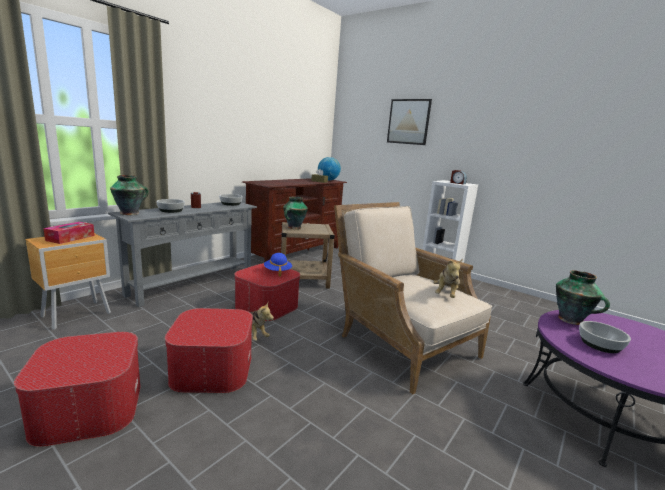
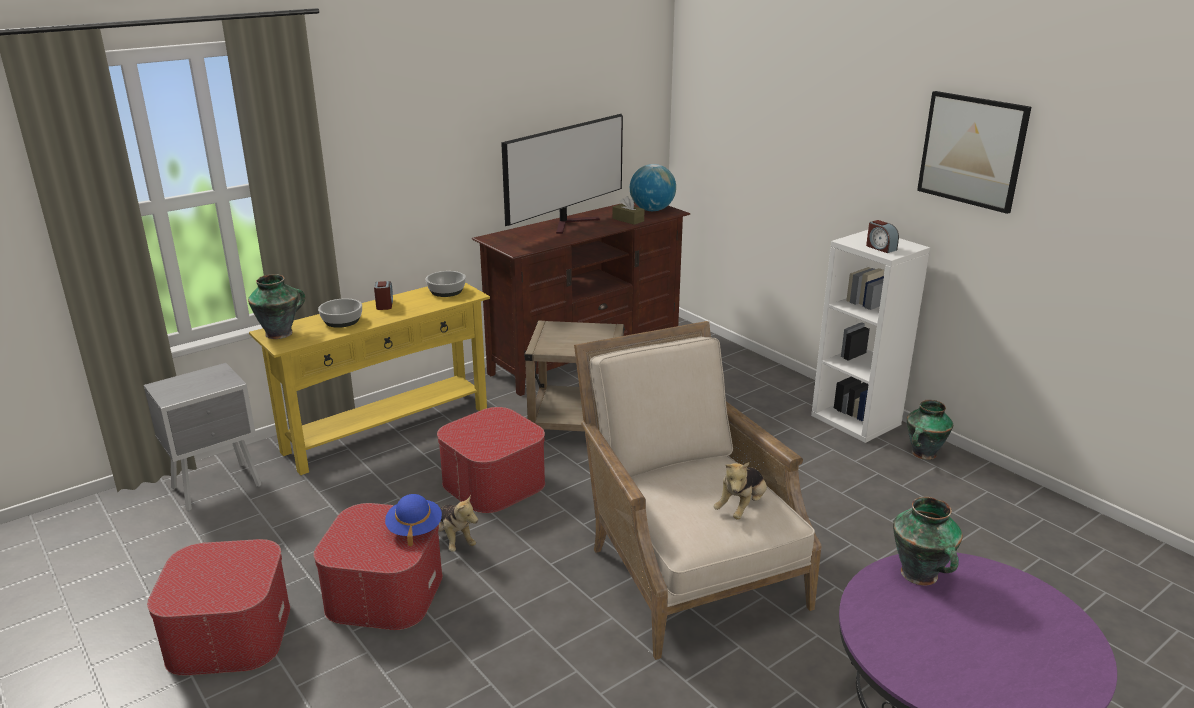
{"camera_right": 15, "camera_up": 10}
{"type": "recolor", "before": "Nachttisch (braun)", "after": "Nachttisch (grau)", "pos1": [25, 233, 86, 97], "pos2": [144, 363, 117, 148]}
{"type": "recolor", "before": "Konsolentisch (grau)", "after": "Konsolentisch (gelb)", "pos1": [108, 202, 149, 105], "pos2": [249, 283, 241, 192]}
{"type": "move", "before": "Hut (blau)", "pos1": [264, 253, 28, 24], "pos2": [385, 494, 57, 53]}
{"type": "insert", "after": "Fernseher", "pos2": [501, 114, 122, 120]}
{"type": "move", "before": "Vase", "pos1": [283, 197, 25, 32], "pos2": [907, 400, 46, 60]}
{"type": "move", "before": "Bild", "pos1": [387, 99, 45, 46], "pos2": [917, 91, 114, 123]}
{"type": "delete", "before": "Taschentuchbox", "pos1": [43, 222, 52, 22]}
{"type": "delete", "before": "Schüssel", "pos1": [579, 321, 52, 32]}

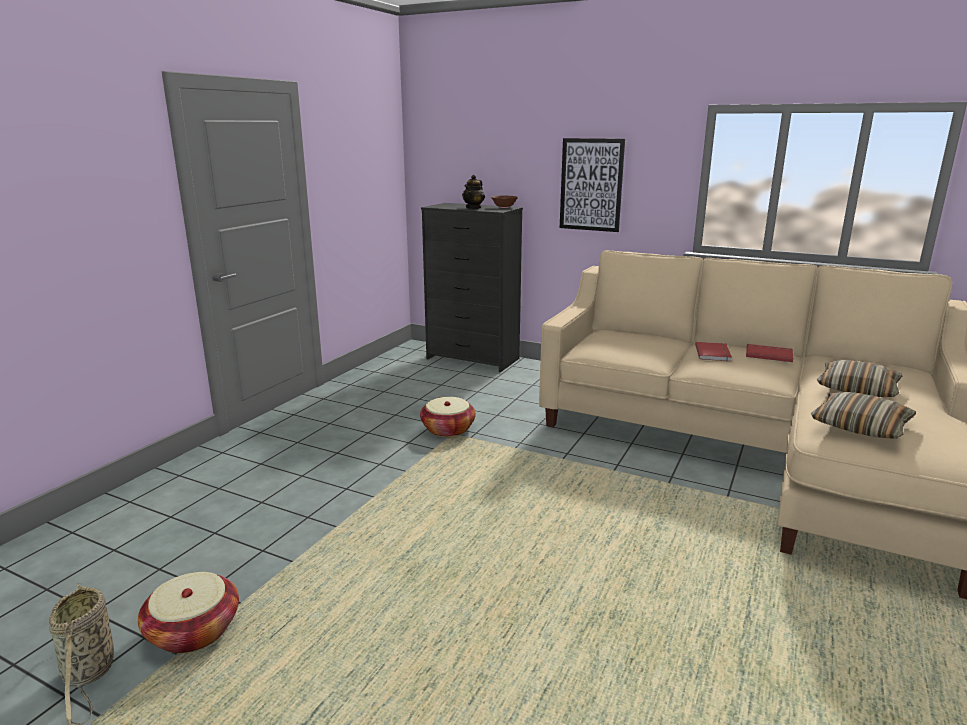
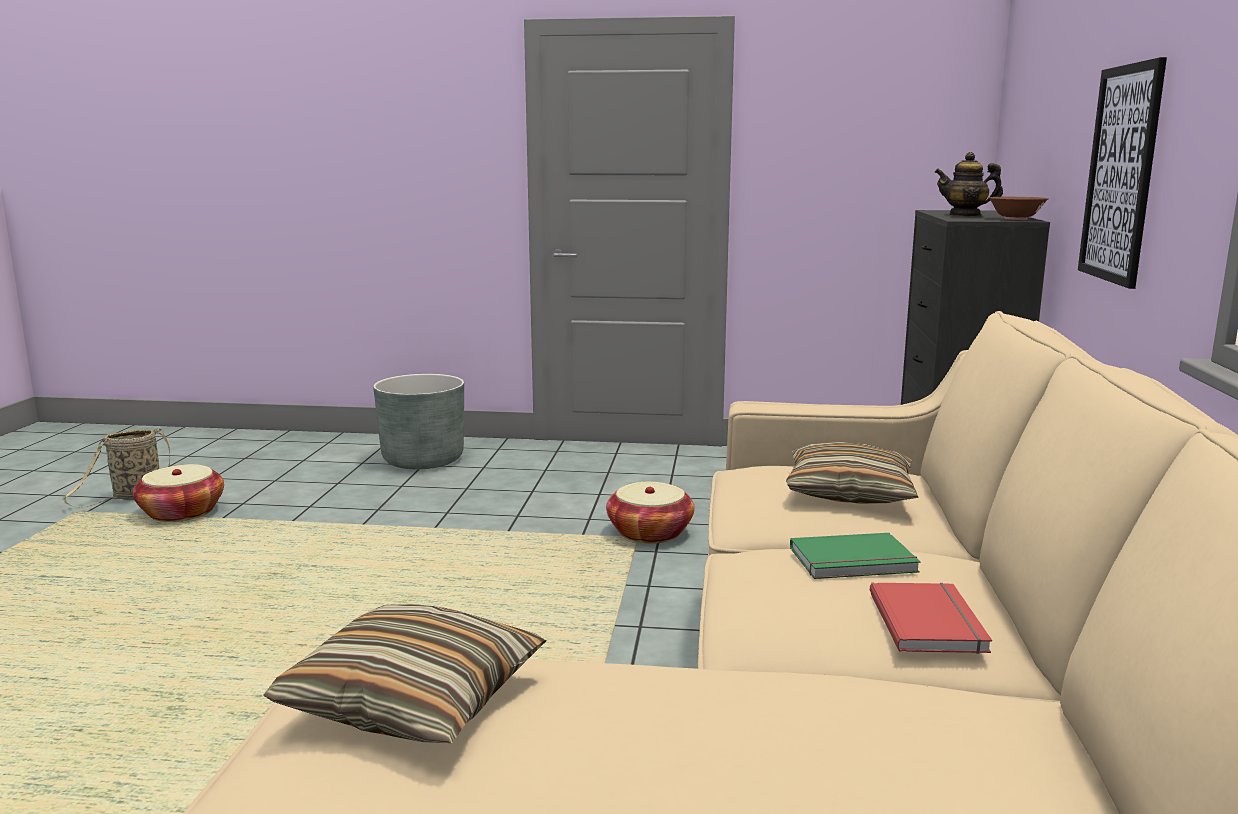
{"camera_right": 70, "camera_up": -5}
{"type": "insert", "after": "Pflanzkübel (grau)", "pos2": [373, 374, 91, 95]}
{"type": "move", "before": "Kissen", "pos1": [817, 360, 85, 37], "pos2": [786, 442, 133, 62]}
{"type": "recolor", "before": "Buch (rot)", "after": "Buch (grün)", "pos1": [695, 342, 37, 19], "pos2": [790, 533, 130, 46]}

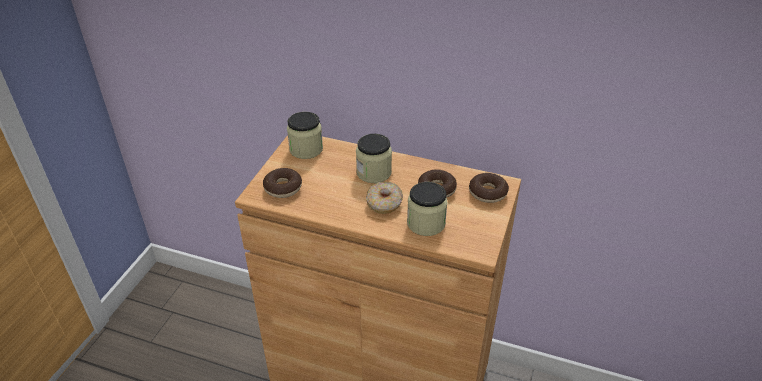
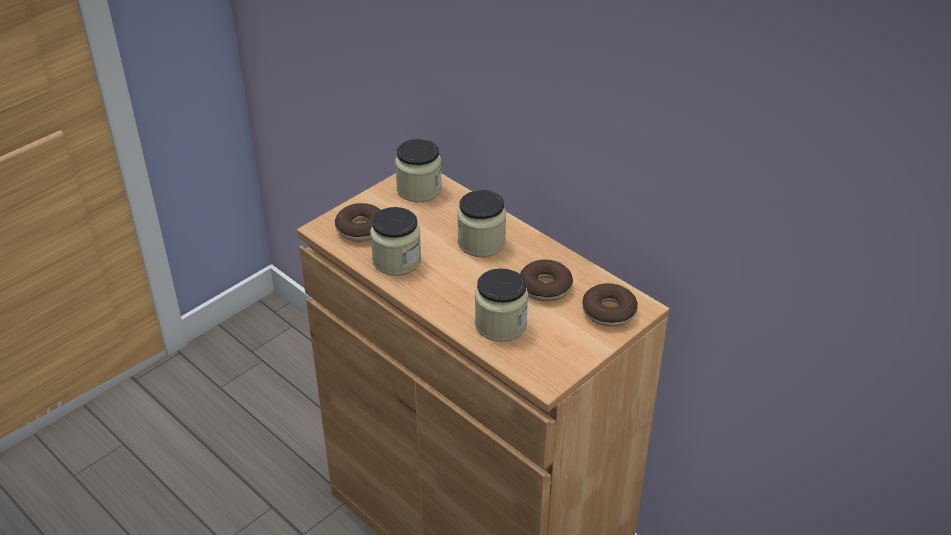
{"camera_right": 25, "camera_up": 0}
{"type": "insert", "after": "Vorratsglas", "pos2": [370, 207, 51, 69]}
{"type": "delete", "before": "Donut", "pos1": [366, 181, 37, 33]}

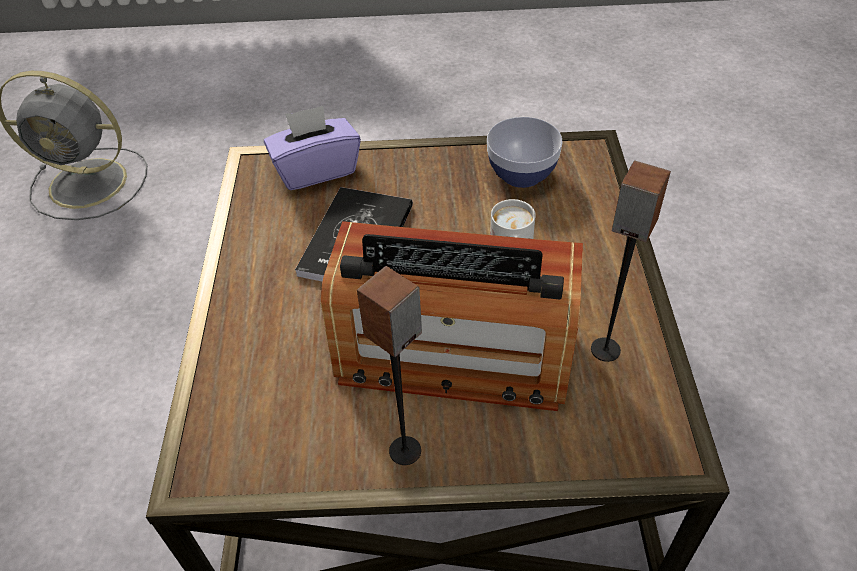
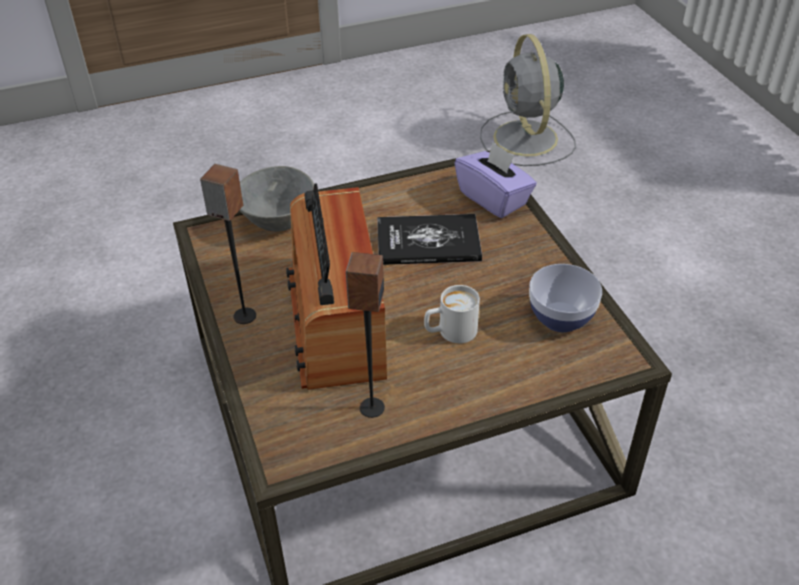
{"camera_right": 70, "camera_up": -5}
{"type": "insert", "after": "Schüssel (grau)", "pos2": [239, 166, 75, 66]}

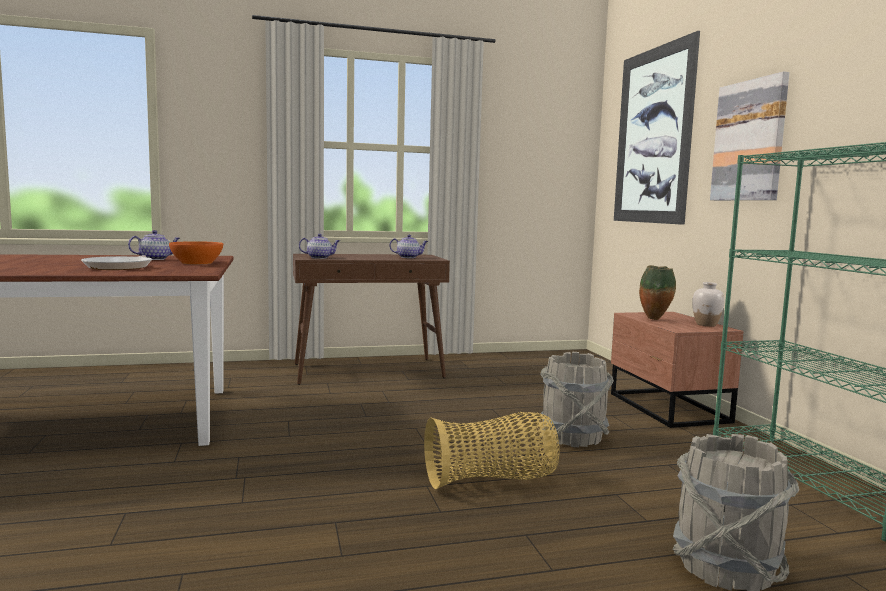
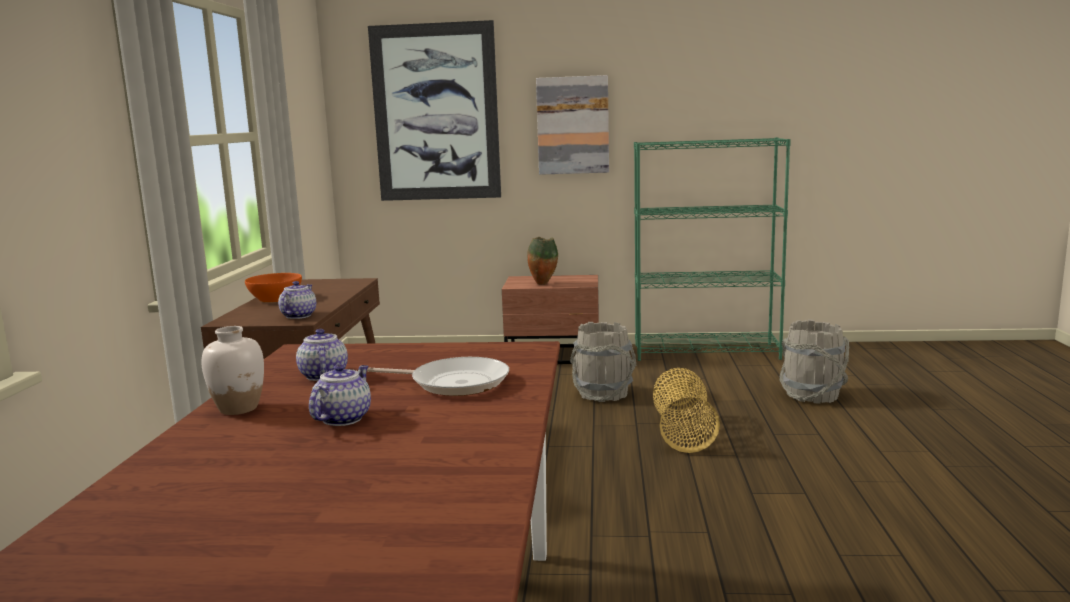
{"camera_right": -70, "camera_up": 5}
{"type": "move", "before": "Vase (weiß)", "pos1": [692, 282, 33, 45], "pos2": [201, 326, 63, 89]}
{"type": "move", "before": "Schüssel (orange)", "pos1": [169, 241, 54, 23], "pos2": [245, 273, 57, 30]}
{"type": "move", "before": "Teekanne", "pos1": [389, 235, 39, 23], "pos2": [309, 364, 62, 62]}

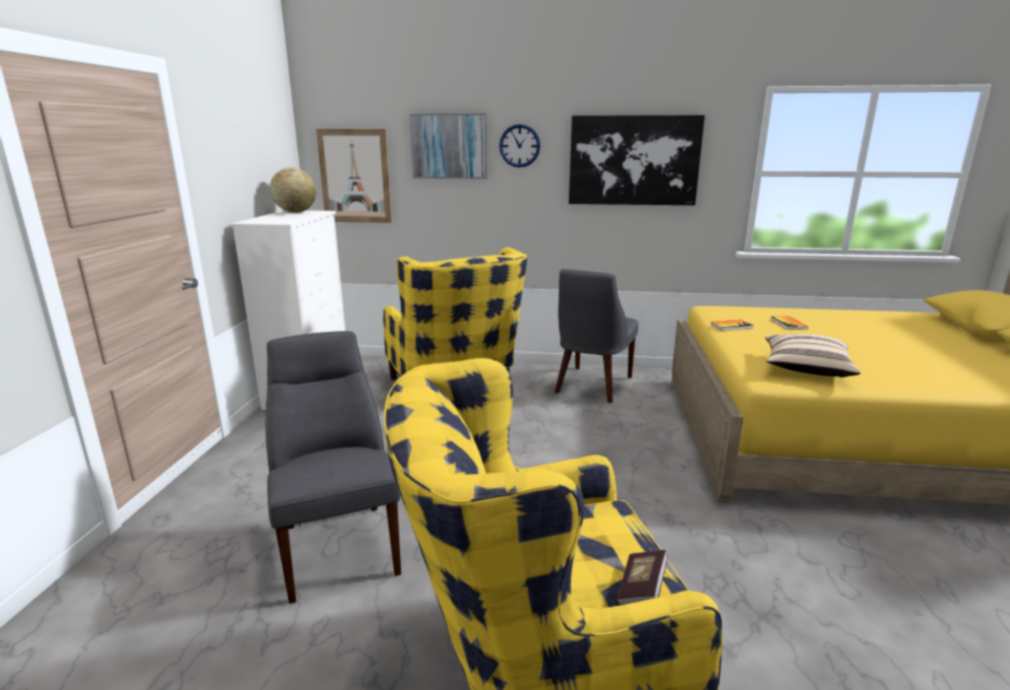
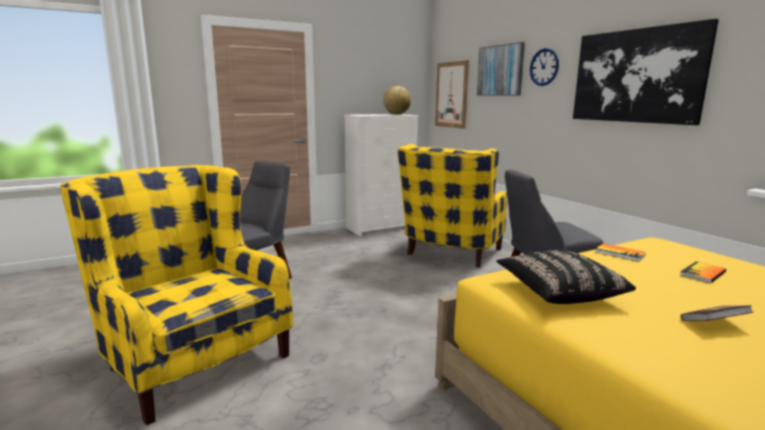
{"camera_right": 55, "camera_up": -5}
{"type": "recolor", "before": "Kissen (beige)", "after": "Kissen (schwarz)", "pos1": [765, 334, 96, 43], "pos2": [496, 250, 140, 54]}
{"type": "move", "before": "Buch", "pos1": [616, 550, 52, 56], "pos2": [681, 305, 72, 16]}

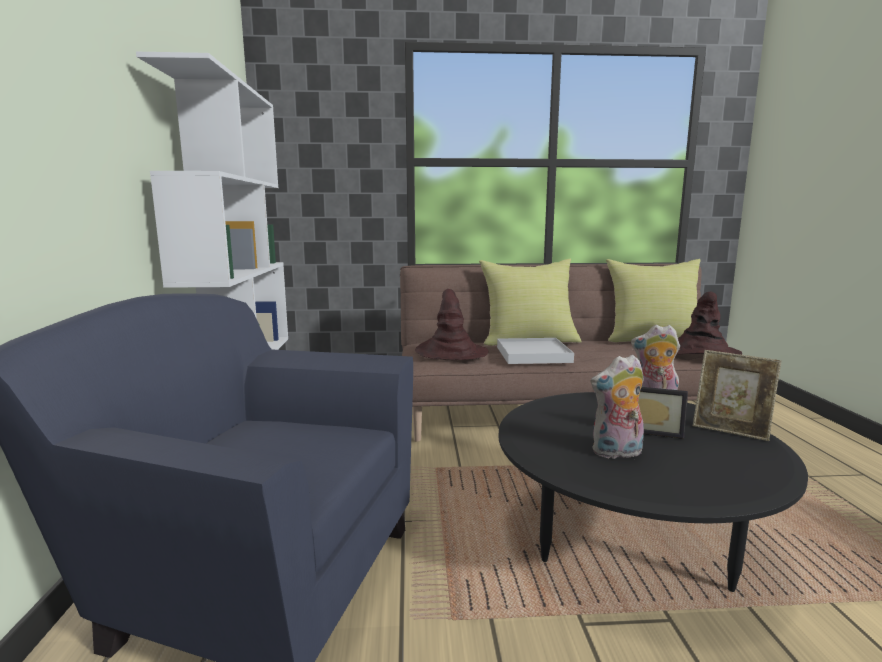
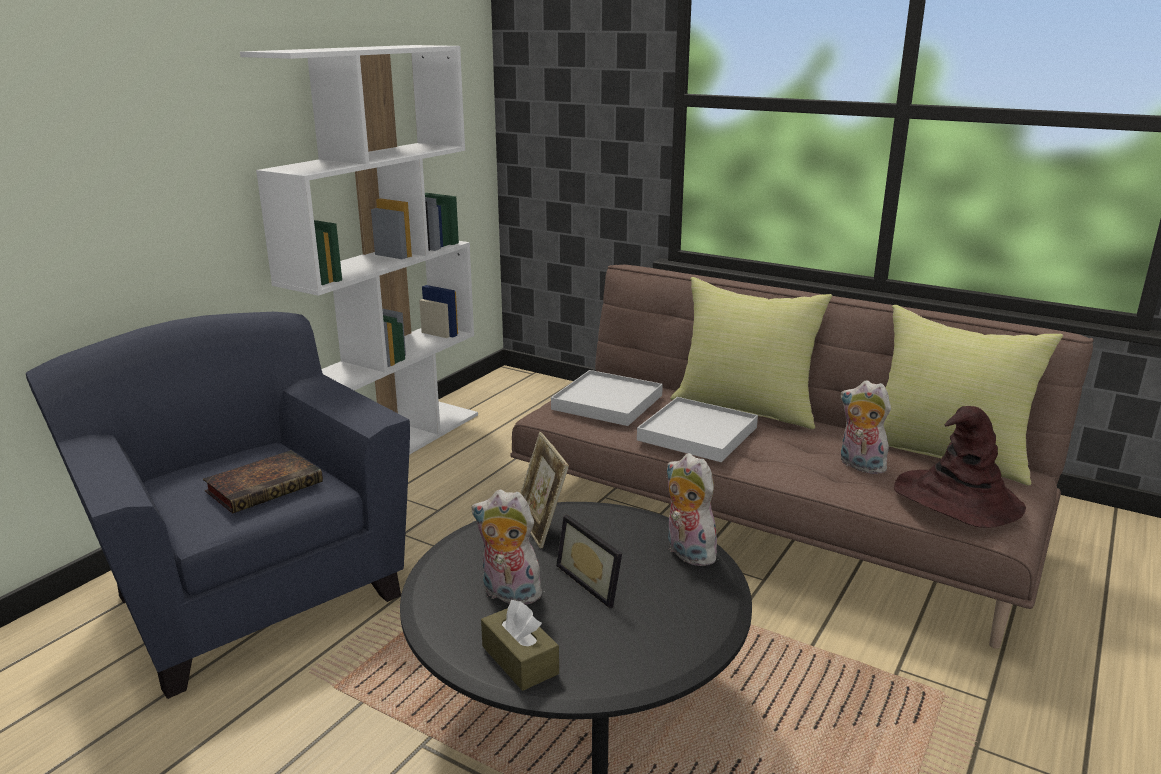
{"camera_right": 35, "camera_up": 10}
{"type": "insert", "after": "Buch", "pos2": [203, 450, 120, 64]}
{"type": "insert", "after": "Taschentuchbox (braun)", "pos2": [481, 600, 78, 91]}
{"type": "move", "before": "Bilderrahmen", "pos1": [693, 350, 89, 91], "pos2": [521, 432, 48, 116]}
{"type": "replace", "before": "Hut (braun)", "after": "Tablett (weiß)", "pos1": [415, 289, 73, 71], "pos2": [551, 370, 112, 56]}
{"type": "insert", "after": "Plüschtier", "pos2": [841, 380, 50, 94]}

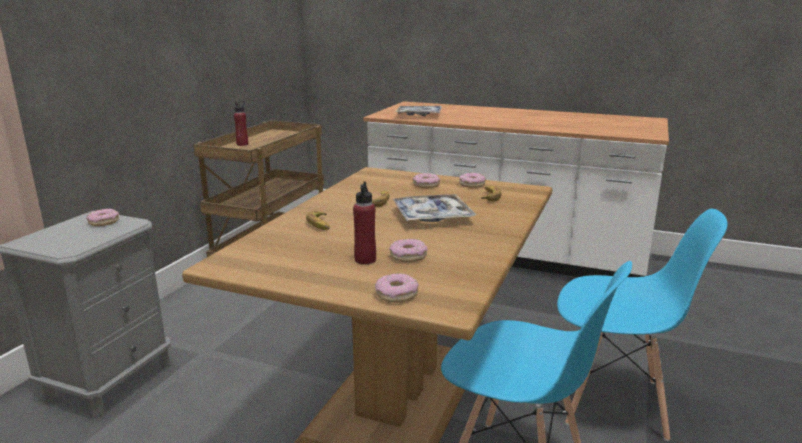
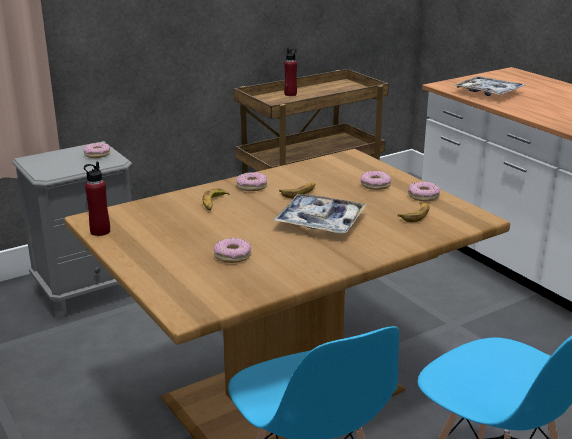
{"camera_right": 35, "camera_up": 5}
{"type": "move", "before": "Flasche (rot)", "pos1": [353, 181, 23, 83], "pos2": [84, 162, 26, 74]}
{"type": "move", "before": "Donut", "pos1": [375, 273, 44, 30], "pos2": [236, 172, 31, 19]}

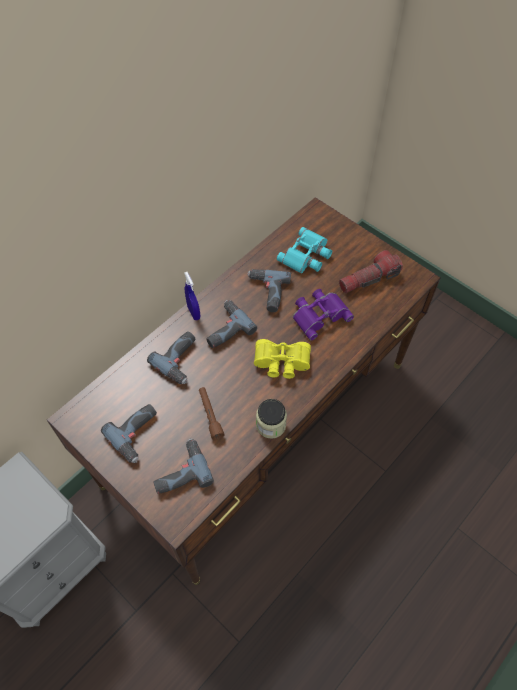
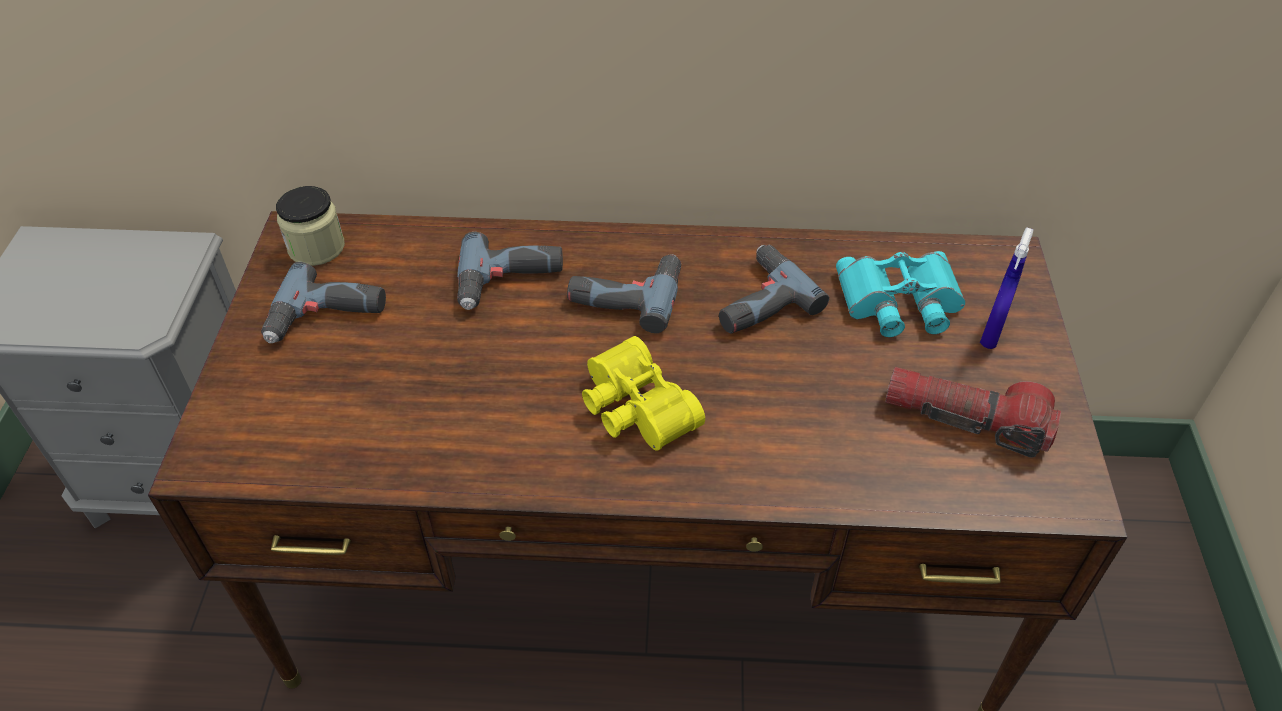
{"camera_right": 50, "camera_up": -10}
{"type": "move", "before": "Vorratsglas", "pos1": [256, 399, 31, 40], "pos2": [276, 186, 69, 80]}
{"type": "move", "before": "Sprühflasche (blau)", "pos1": [184, 272, 17, 48], "pos2": [980, 227, 54, 122]}
{"type": "delete", "before": "Bohrmaschine", "pos1": [153, 438, 61, 56]}
{"type": "delete", "before": "Taschenlampe (braun)", "pos1": [199, 387, 26, 53]}
{"type": "delete", "before": "Fernglas (lila)", "pos1": [293, 289, 61, 51]}

